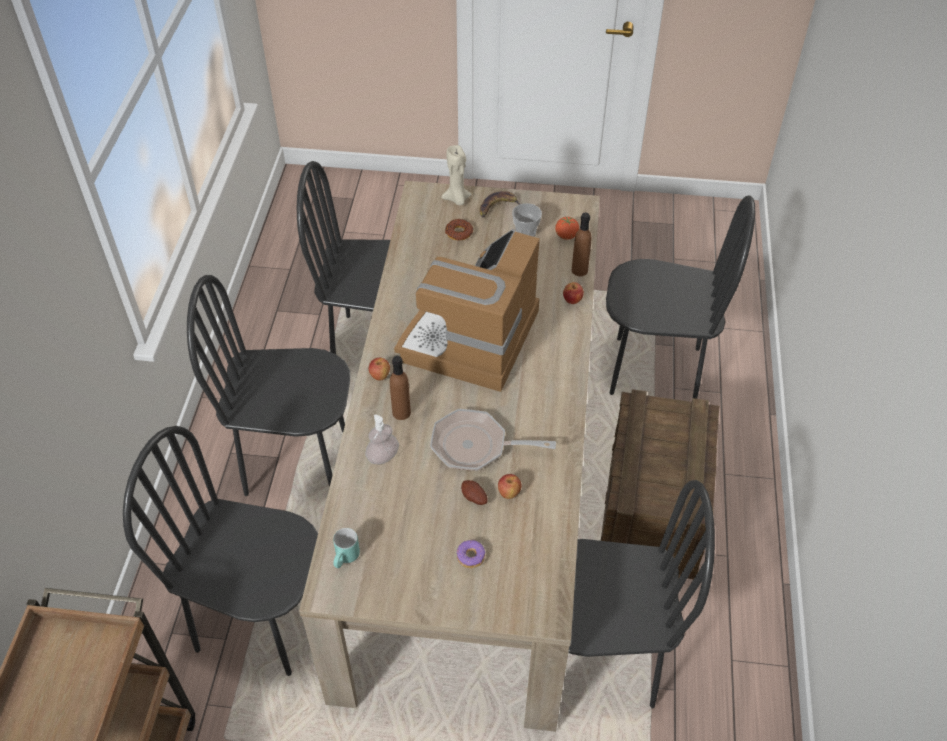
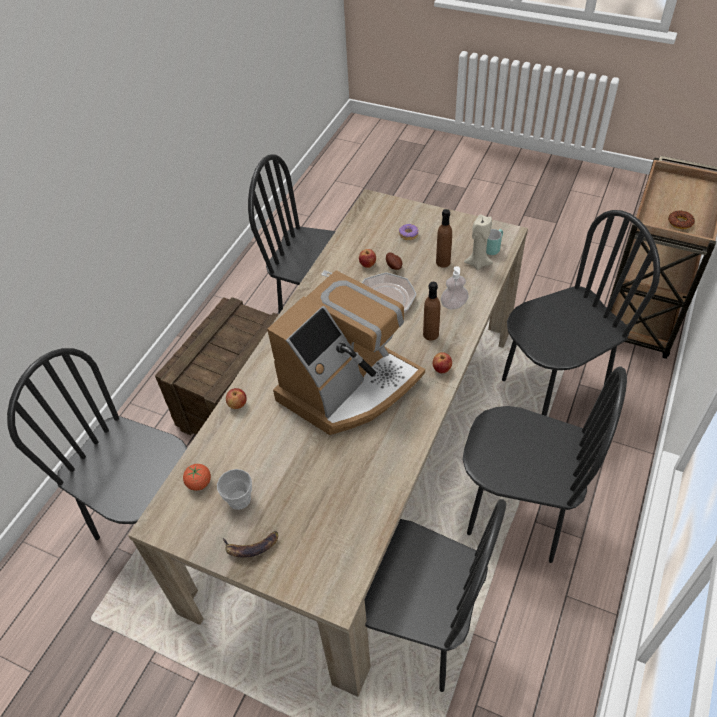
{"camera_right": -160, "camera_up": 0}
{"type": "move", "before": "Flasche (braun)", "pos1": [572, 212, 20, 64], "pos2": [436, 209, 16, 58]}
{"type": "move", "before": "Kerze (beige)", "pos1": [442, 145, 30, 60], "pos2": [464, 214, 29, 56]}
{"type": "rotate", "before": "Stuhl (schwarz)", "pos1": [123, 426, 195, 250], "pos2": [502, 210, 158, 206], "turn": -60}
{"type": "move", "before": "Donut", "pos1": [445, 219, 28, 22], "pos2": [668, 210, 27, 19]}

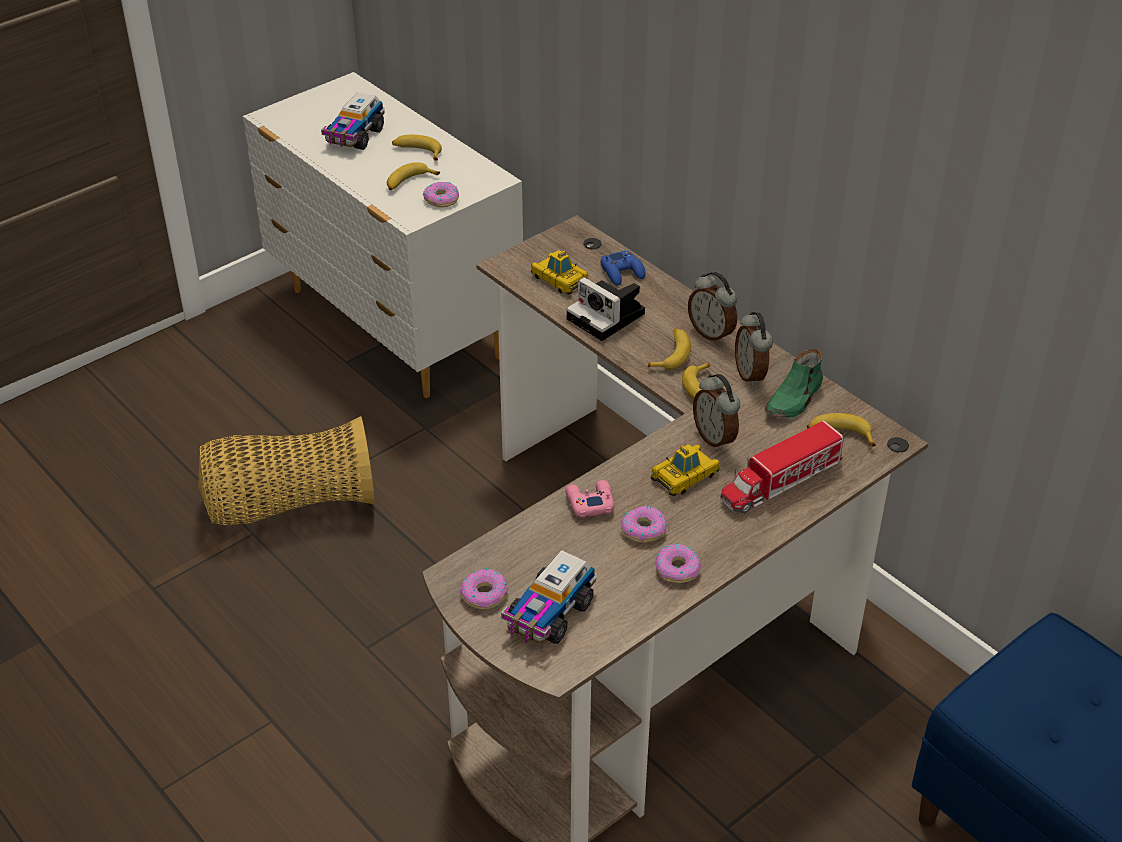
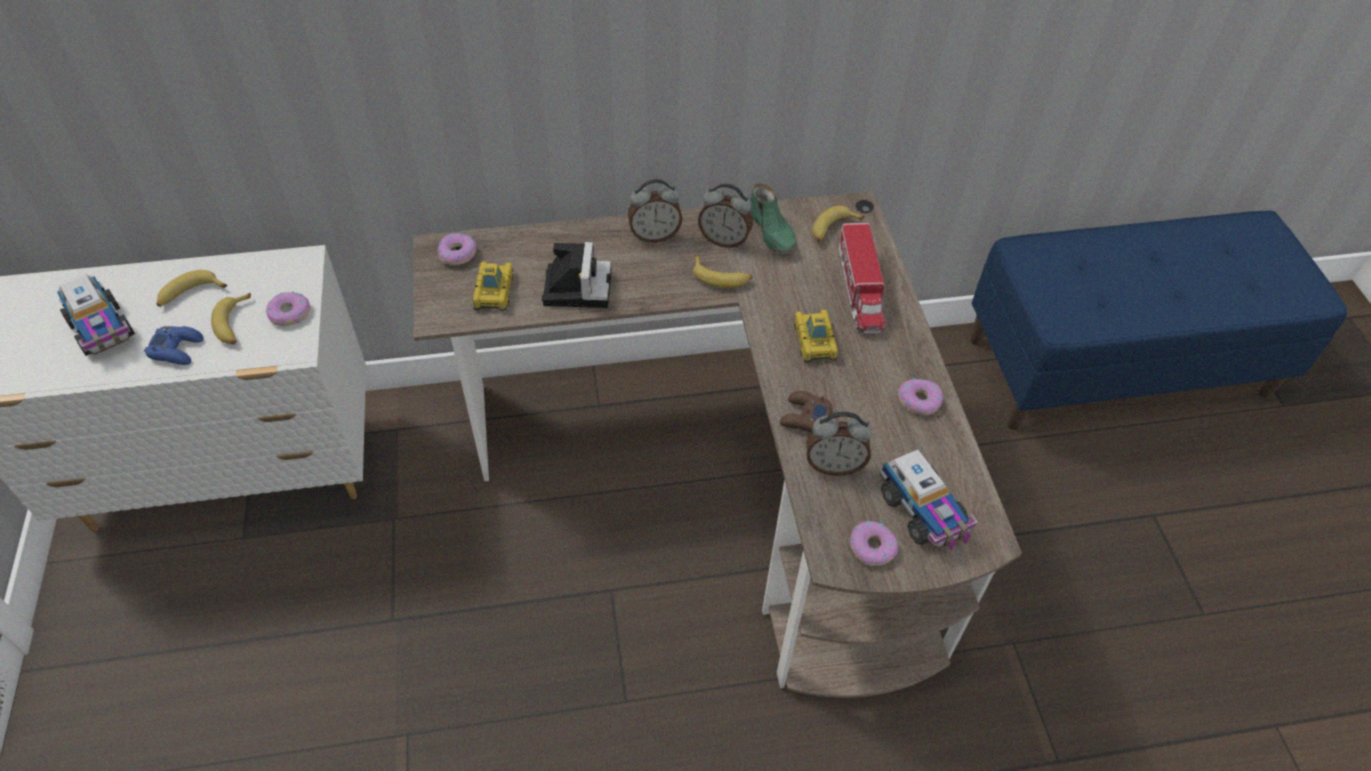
{"camera_right": -60, "camera_up": 10}
{"type": "move", "before": "Gamepad (blau)", "pos1": [600, 250, 46, 36], "pos2": [144, 326, 60, 39]}
{"type": "move", "before": "Donut", "pos1": [621, 506, 46, 37], "pos2": [438, 233, 38, 32]}
{"type": "rotate", "before": "Spielzeugauto", "pos1": [531, 250, 58, 44], "pos2": [472, 262, 41, 49], "turn": 105}
{"type": "rotate", "before": "Kamera", "pos1": [566, 277, 79, 64], "pos2": [542, 242, 70, 66], "turn": -75}
{"type": "recolor", "before": "Gamepad (rosa)", "after": "Gamepad (braun)", "pos1": [565, 480, 49, 38], "pos2": [780, 391, 53, 41]}
{"type": "move", "before": "Wecker", "pos1": [693, 374, 47, 77], "pos2": [806, 411, 66, 65]}
{"type": "delete", "before": "Korb", "pos1": [198, 416, 177, 109]}
{"type": "delete", "before": "Banane", "pos1": [648, 328, 43, 42]}

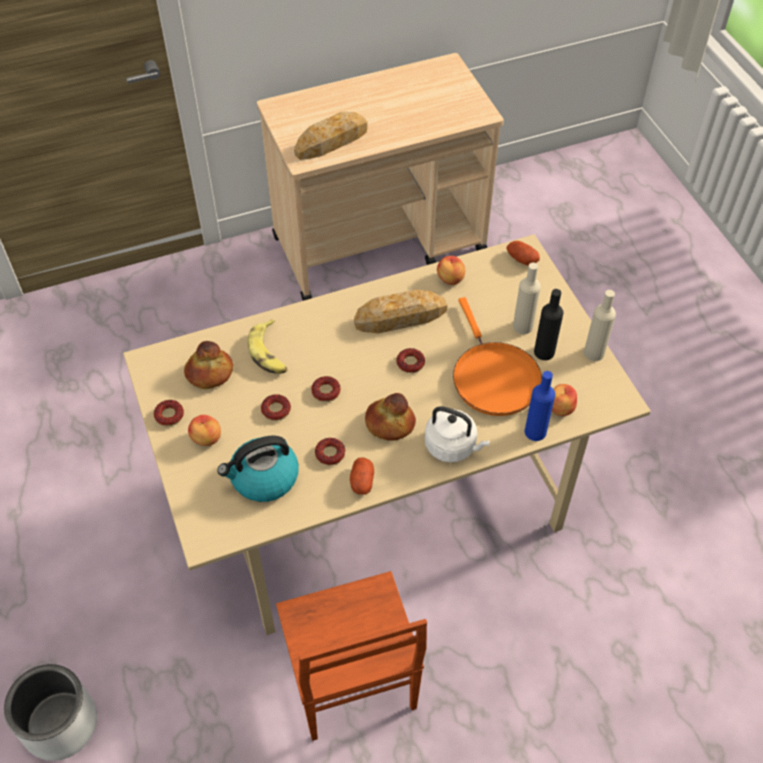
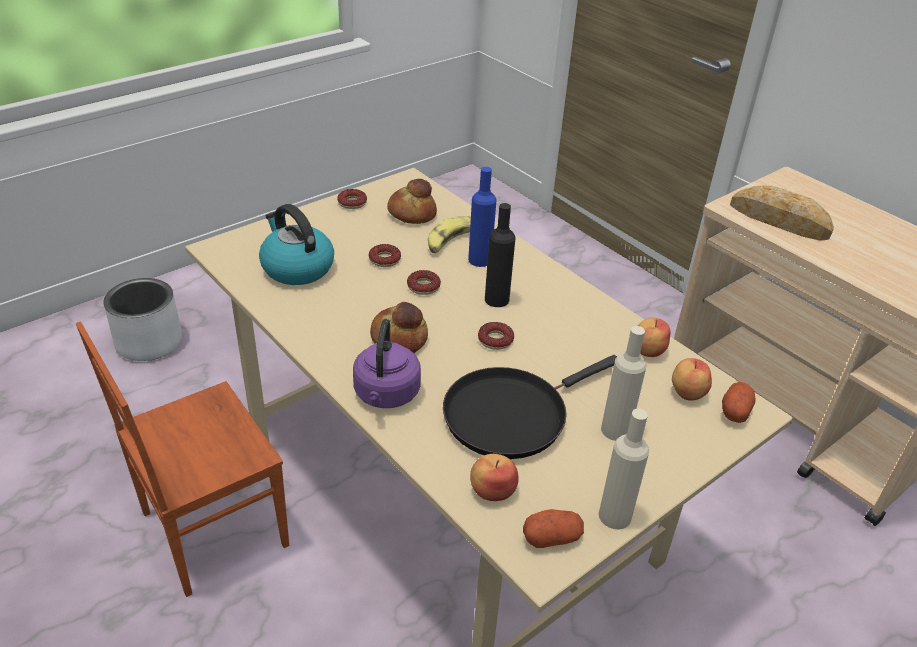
{"camera_right": 70, "camera_up": -15}
{"type": "recolor", "before": "Wasserkessel (weiß)", "after": "Wasserkessel (lila)", "pos1": [425, 406, 65, 57], "pos2": [353, 319, 68, 89]}
{"type": "recolor", "before": "Pfanne (orange)", "after": "Pfanne (schwarz)", "pos1": [453, 297, 89, 119], "pos2": [443, 355, 174, 104]}
{"type": "move", "before": "Flasche (blau)", "pos1": [525, 371, 30, 70], "pos2": [468, 167, 28, 100]}
{"type": "move", "before": "Flasche (schwarz)", "pos1": [534, 289, 29, 71], "pos2": [485, 203, 30, 104]}
{"type": "move", "before": "Kartoffel", "pos1": [350, 457, 24, 38], "pos2": [523, 509, 61, 39]}
{"type": "move", "before": "Apfel", "pos1": [188, 415, 33, 31], "pos2": [672, 358, 40, 43]}
{"type": "delete", "before": "Donut", "pos1": [315, 438, 30, 27]}
{"type": "delete", "before": "Brot", "pos1": [354, 289, 93, 44]}

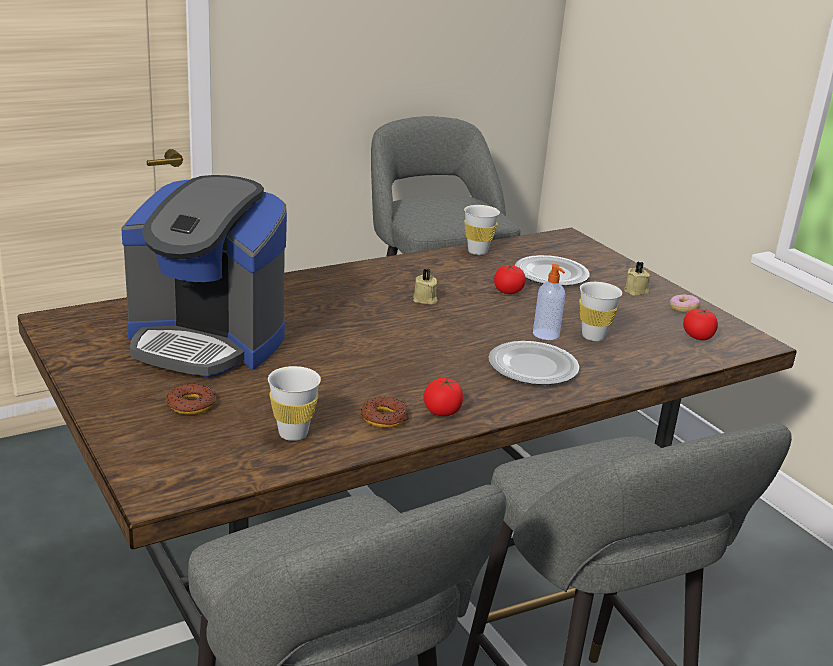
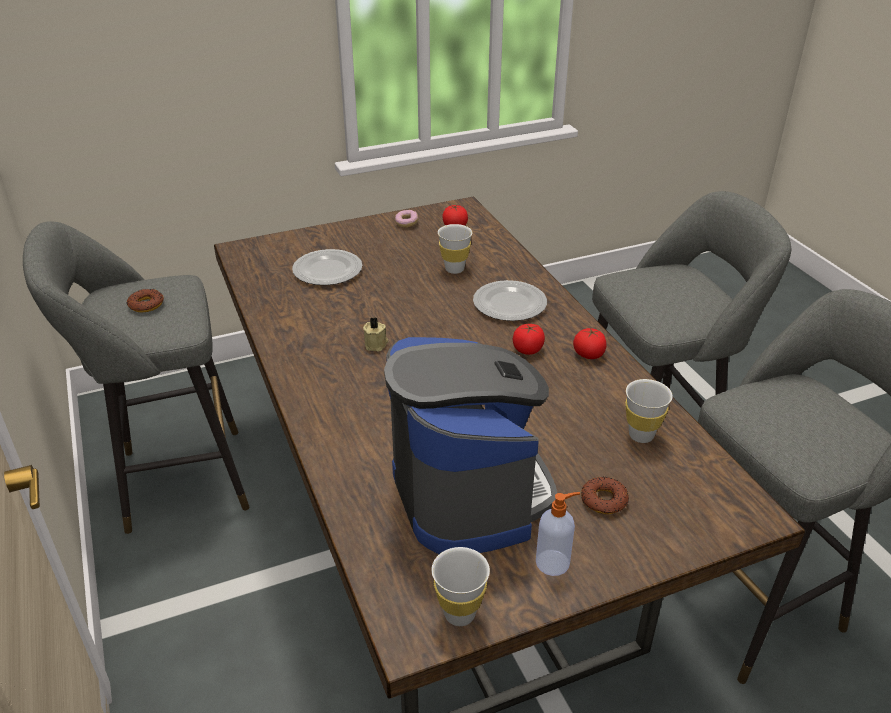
{"camera_right": -80, "camera_up": 10}
{"type": "move", "before": "Donut", "pos1": [361, 397, 48, 31], "pos2": [127, 289, 37, 23]}
{"type": "rotate", "before": "Kaffeemaschine", "pos1": [121, 175, 166, 202], "pos2": [384, 337, 173, 217], "turn": -45}
{"type": "move", "before": "Tasse (weiß)", "pos1": [464, 205, 36, 50], "pos2": [432, 547, 58, 79]}
{"type": "move", "before": "Tomate", "pos1": [494, 265, 32, 29], "pos2": [513, 324, 32, 31]}
{"type": "move", "before": "Seifenspender", "pos1": [533, 264, 32, 76], "pos2": [536, 492, 44, 84]}
{"type": "delete", "before": "Kerze (beige)", "pos1": [624, 262, 26, 33]}

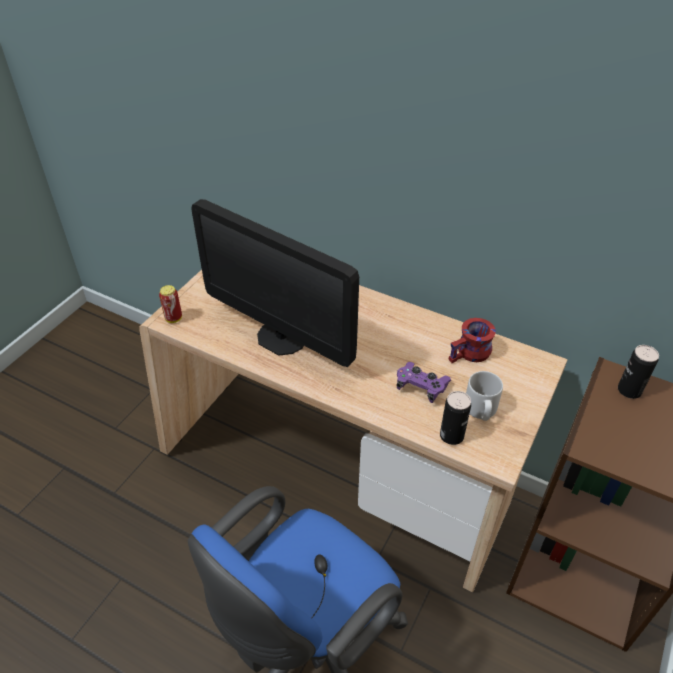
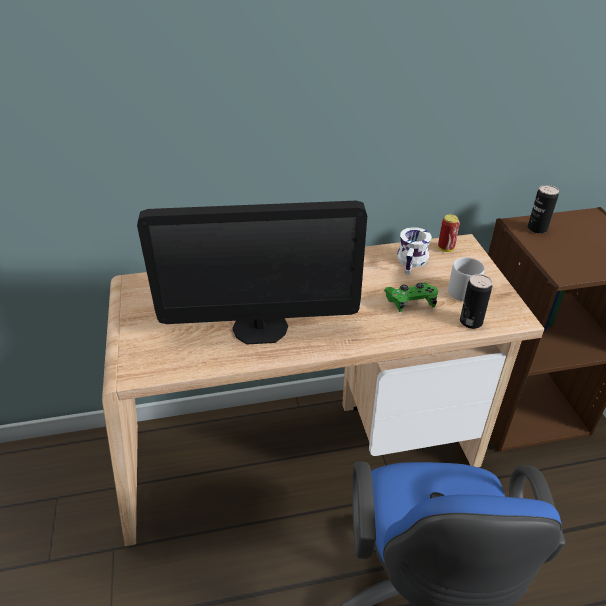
{"camera_right": -40, "camera_up": -5}
{"type": "recolor", "before": "Gamepad (lila)", "after": "Gamepad (grün)", "pos1": [396, 362, 55, 41], "pos2": [384, 283, 54, 29]}
{"type": "recolor", "before": "Henkelbecher (rot)", "after": "Henkelbecher (weiß)", "pos1": [448, 318, 48, 45], "pos2": [397, 227, 35, 48]}
{"type": "move", "before": "Dose", "pos1": [159, 285, 23, 38], "pos2": [438, 214, 22, 38]}

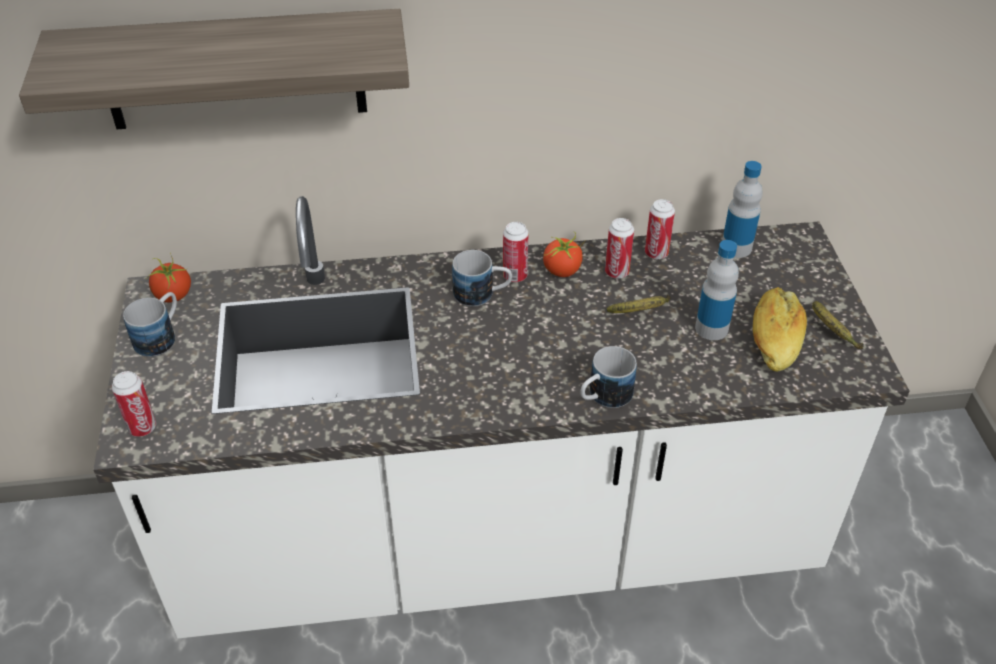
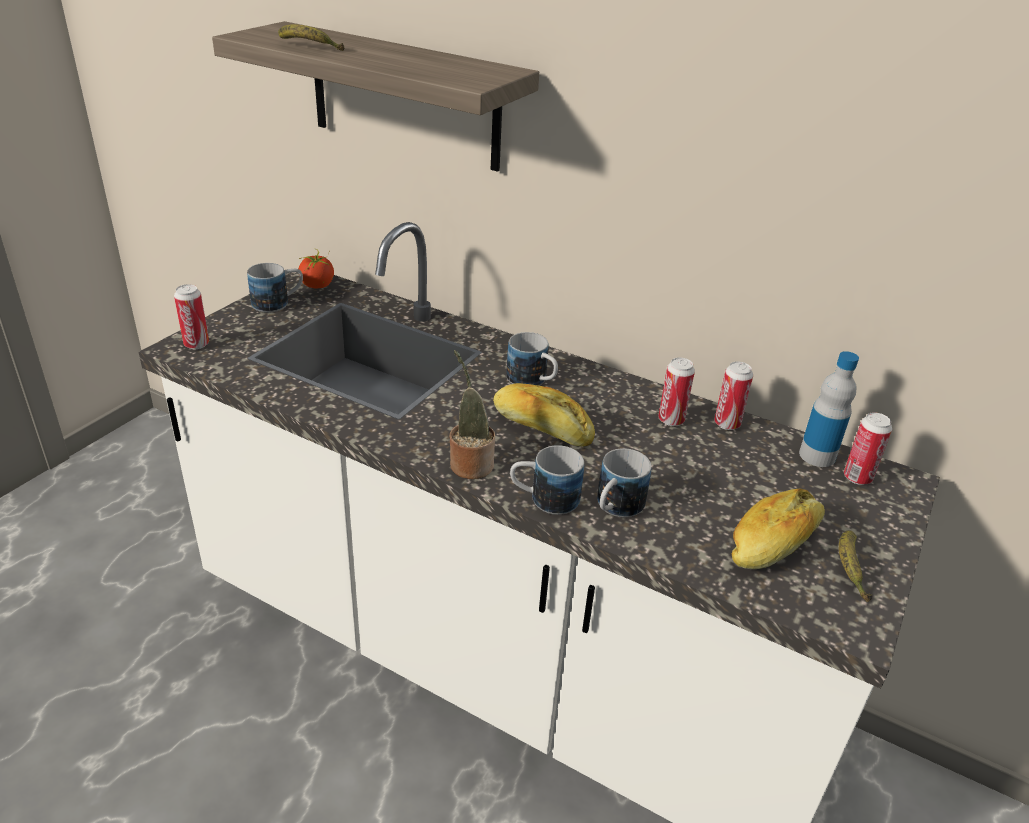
{"camera_right": 35, "camera_up": -10}
{"type": "move", "before": "Banane", "pos1": [607, 294, 63, 19], "pos2": [278, 24, 66, 27]}
{"type": "insert", "after": "Topfpflanze", "pos2": [449, 350, 46, 129]}
{"type": "insert", "after": "Brot", "pos2": [493, 383, 102, 64]}
{"type": "insert", "after": "Henkelbecher", "pos2": [597, 448, 54, 69]}
{"type": "move", "before": "Dose", "pos1": [503, 222, 26, 60], "pos2": [844, 412, 48, 73]}
{"type": "delete", "before": "Tomate", "pos1": [543, 232, 43, 45]}
{"type": "delete", "before": "Flasche", "pos1": [695, 240, 44, 100]}

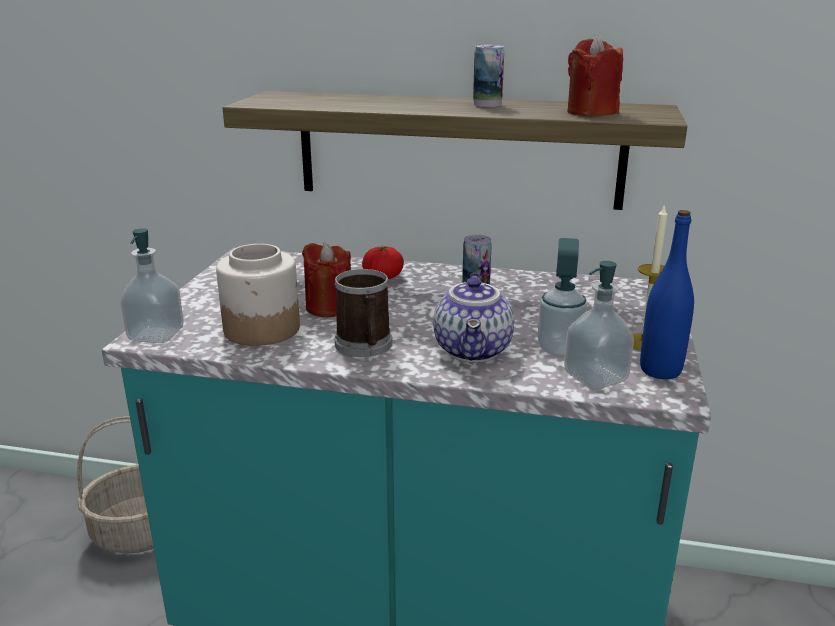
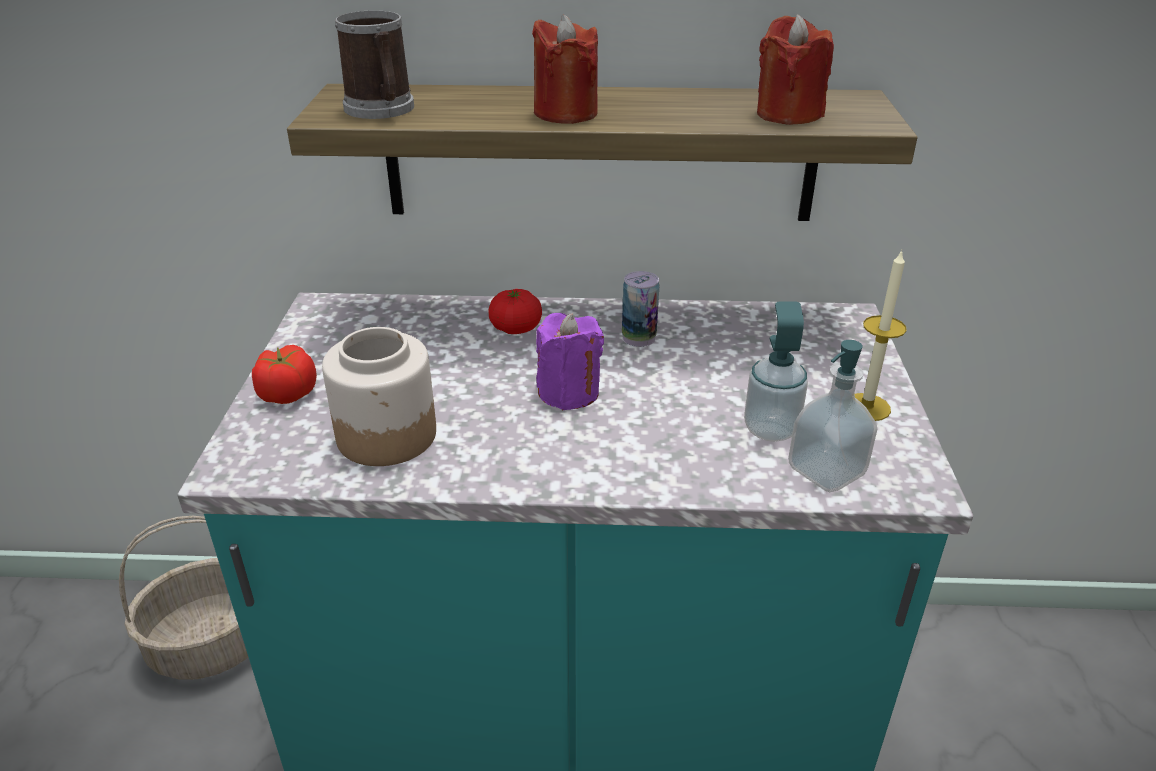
{"camera_right": -10, "camera_up": 10}
{"type": "insert", "after": "Tomate", "pos2": [252, 345, 65, 59]}
{"type": "move", "before": "Henkelbecher", "pos1": [334, 269, 58, 88], "pos2": [335, 11, 79, 108]}
{"type": "move", "before": "Kerze (rot)", "pos1": [302, 242, 49, 75], "pos2": [532, 15, 66, 109]}
{"type": "insert", "after": "Kerze (lila)", "pos2": [536, 313, 68, 97]}
{"type": "delete", "before": "Seifenspender", "pos1": [121, 228, 63, 115]}
{"type": "delete", "before": "Teekanne", "pos1": [434, 273, 80, 89]}
{"type": "delete", "before": "Dose", "pos1": [473, 45, 31, 62]}
{"type": "delete", "before": "Flasche (blau)", "pos1": [640, 210, 54, 169]}

